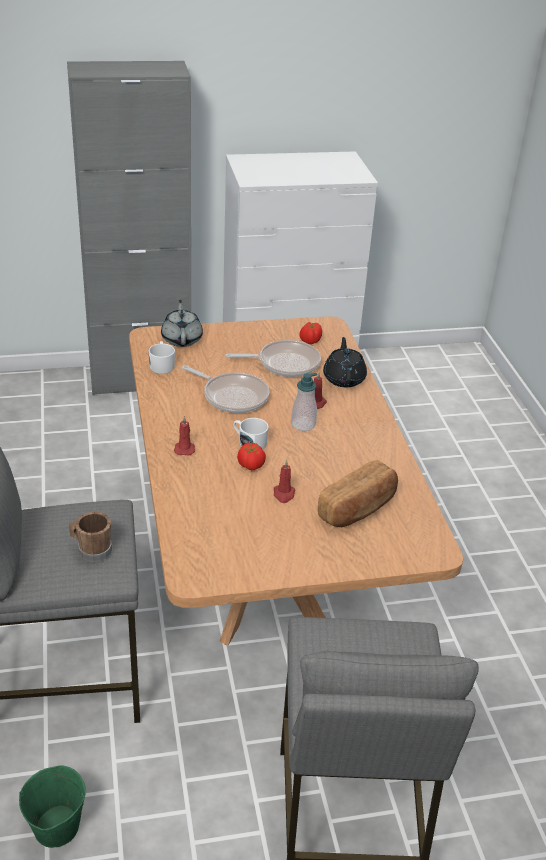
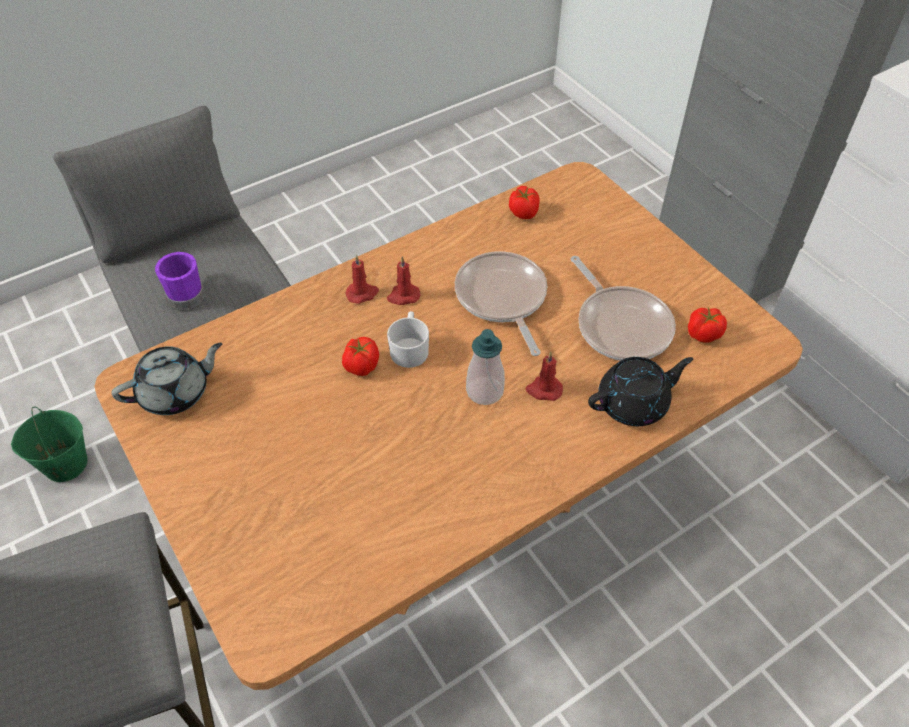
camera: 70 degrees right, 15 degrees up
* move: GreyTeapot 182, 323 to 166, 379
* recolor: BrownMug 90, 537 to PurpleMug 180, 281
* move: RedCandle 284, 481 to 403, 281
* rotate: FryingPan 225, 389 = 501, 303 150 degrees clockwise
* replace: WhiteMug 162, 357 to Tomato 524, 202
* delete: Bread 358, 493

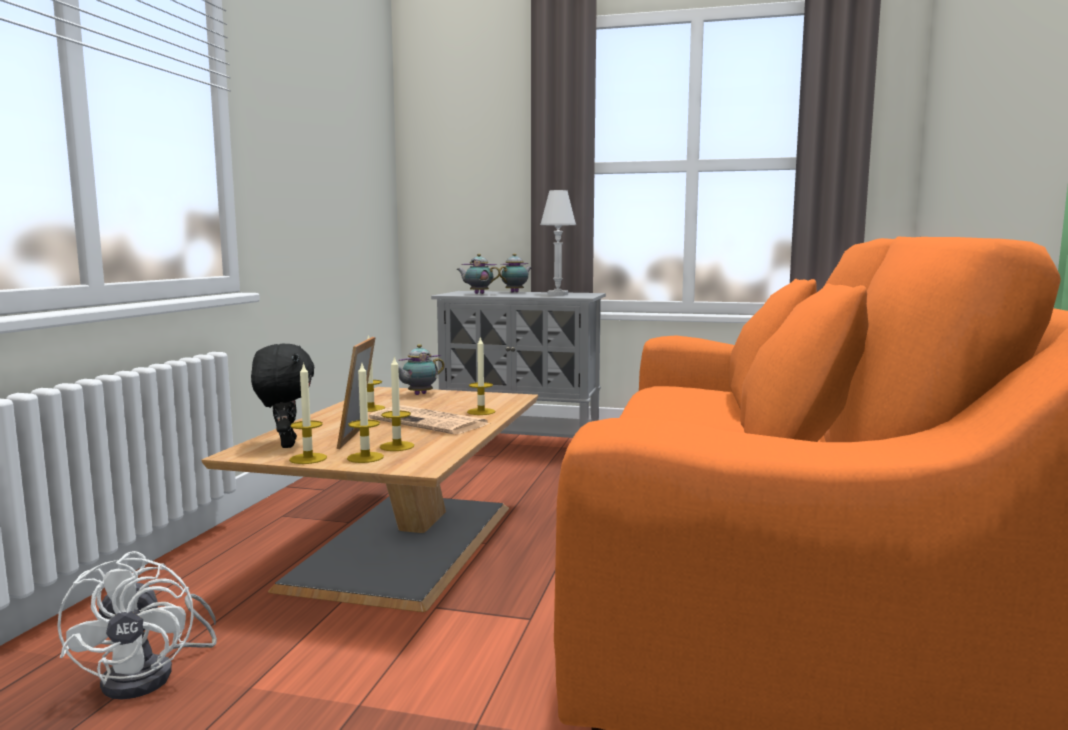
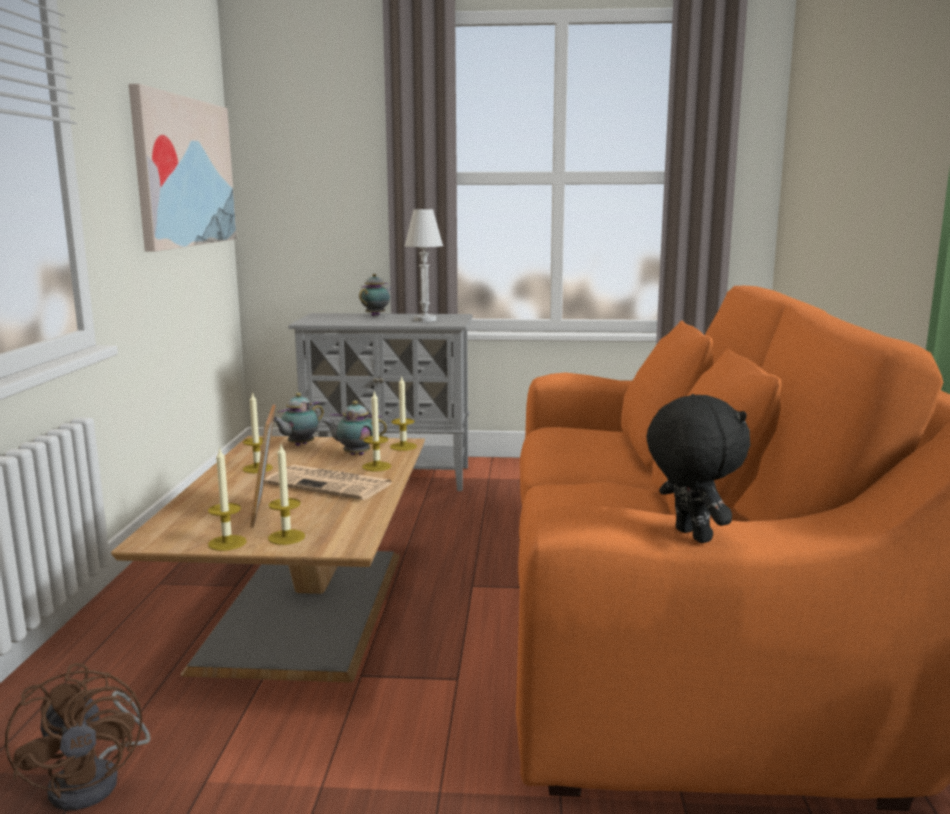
camera: 10 degrees left, 5 degrees up
* recolor: WhiteFan 137, 625 to BrownFan 78, 736
* insert: Picture 183, 168
* move: Teapot 478, 274 to 355, 428
* move: Candle 397, 403 to 403, 414
* move: BlackPlushToy 282, 396 to 698, 468

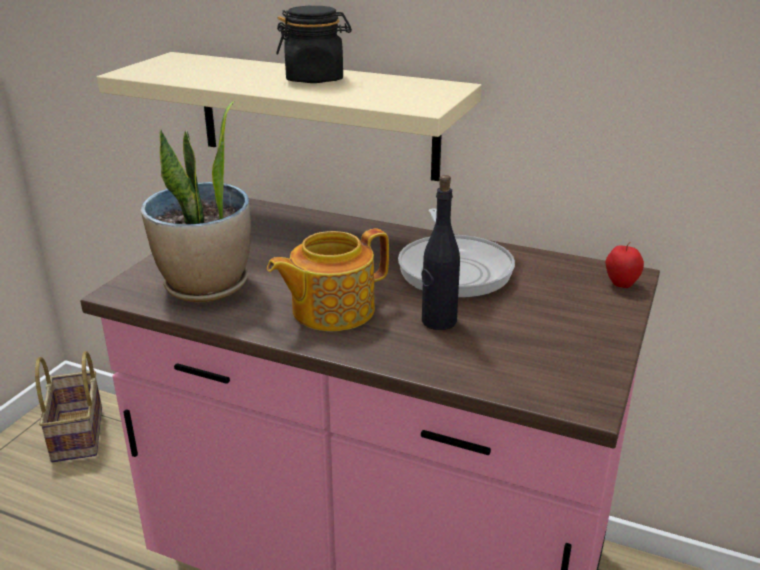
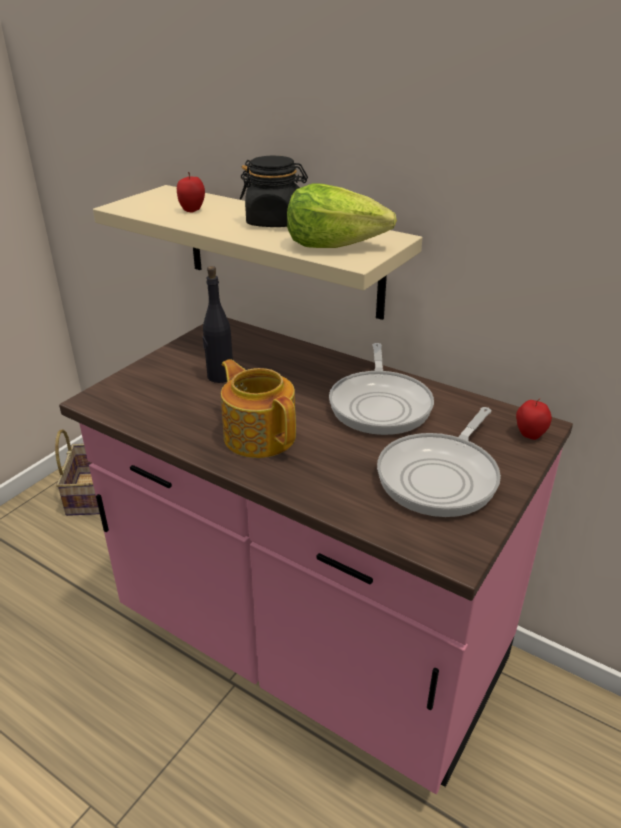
camera: 10 degrees right, 5 degrees up
* insert: Apple 191, 192
* move: BlackBottle 441, 252 to 217, 324
* rotate: Teapot 328, 280 = 258, 408 75 degrees clockwise
* insert: Lettuce 342, 215
* insert: FryingPan 439, 462
* delete: PottedPlant 196, 202

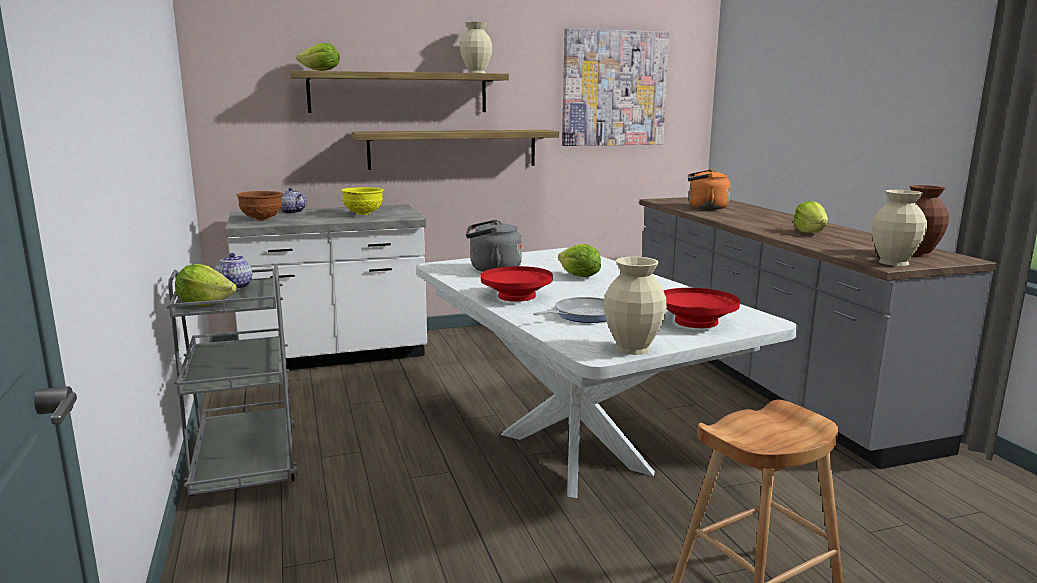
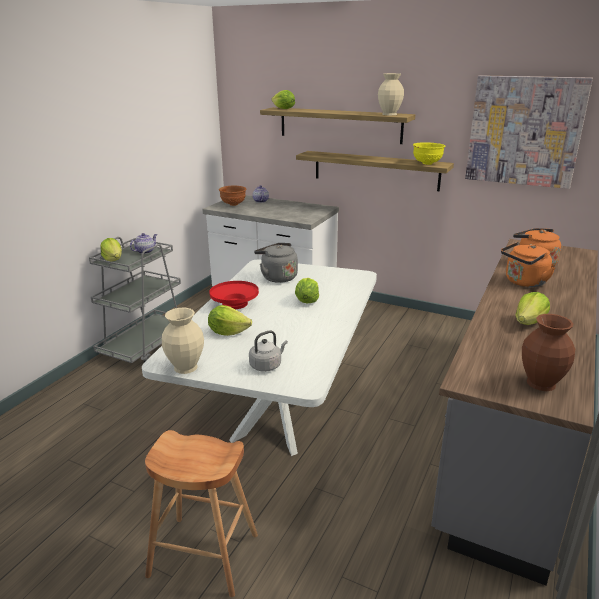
camera: 45 degrees right, 10 degrees up
* replace: FryingPan 569, 310 to Lettuce 230, 320
* replace: RedBowl 702, 308 to GreyKettle 268, 351
* move: YellowBowl 362, 201 to 429, 153
* insert: OrangeKettle 528, 264
* delete: BeigeVase 899, 228

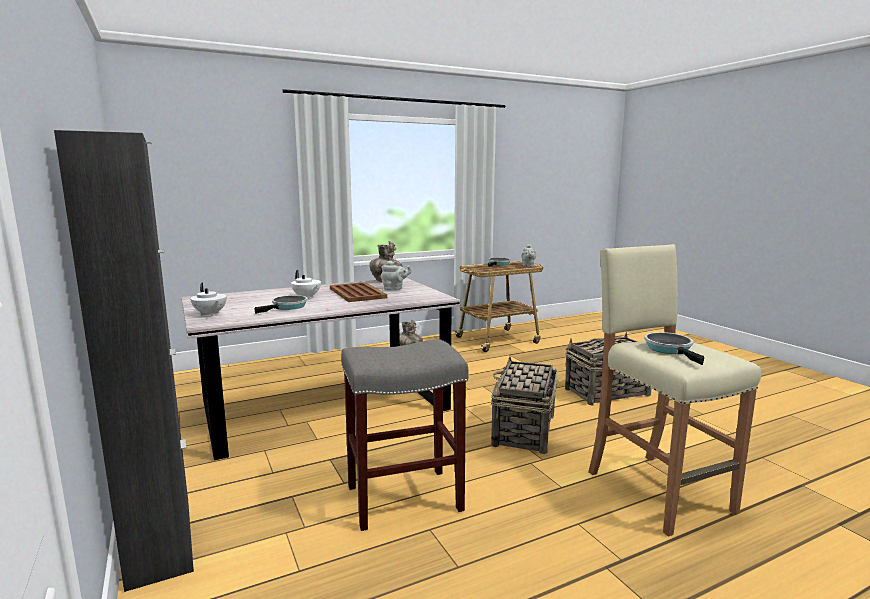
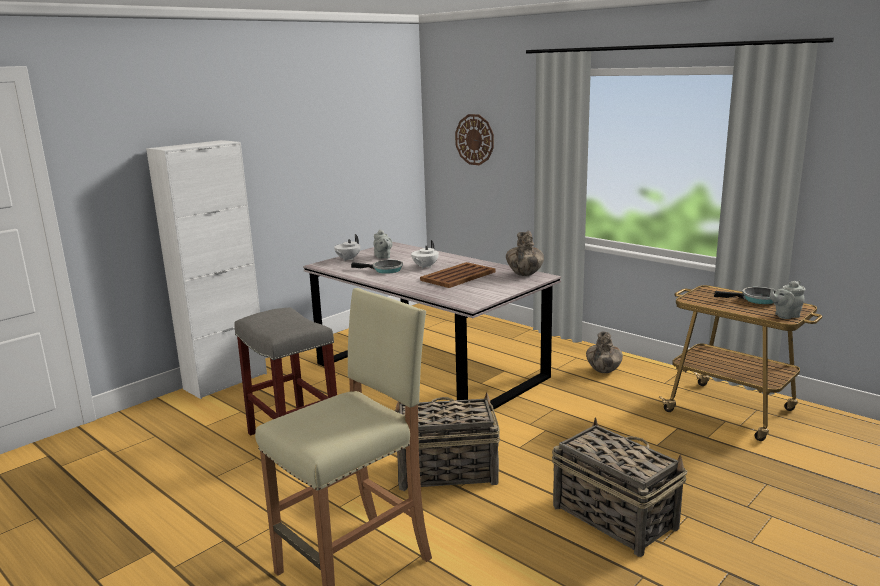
camera: 70 degrees right, 5 degrees up
* recolor: BlackCabinet 124, 361 to WhiteCabinet 206, 269
* move: GreyTeapot 396, 275 to 383, 244
* insert: WallClock 474, 139
* delete: FryingPan 674, 348

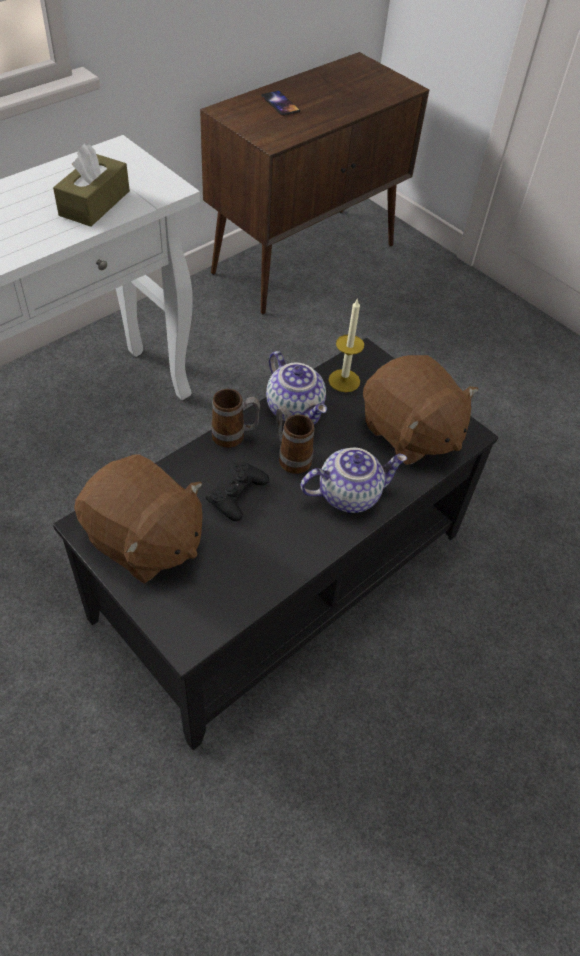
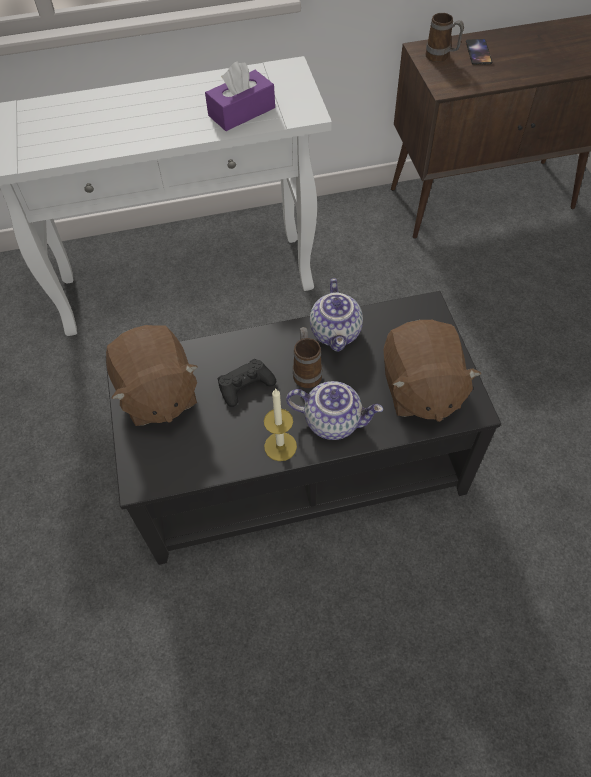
camera: 35 degrees right, 5 degrees up
* recolor: BrownTissueBox 91, 185 to PurpleTissueBox 240, 96
* move: Candle 346, 345 to 280, 424
* move: Mug 235, 418 to 445, 37

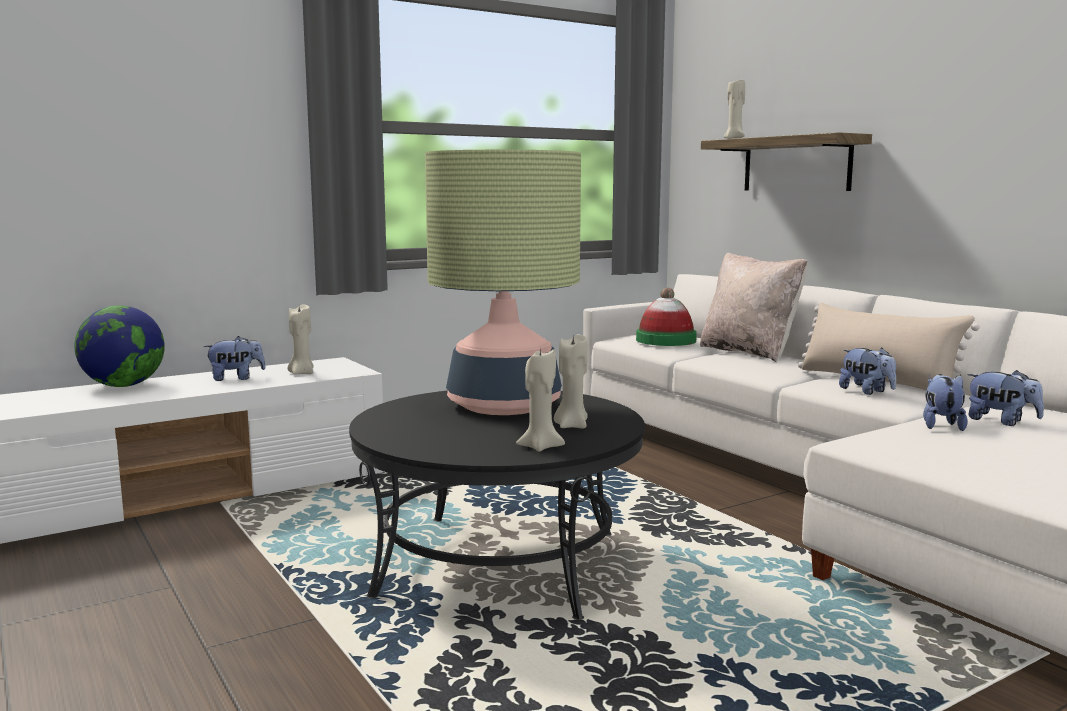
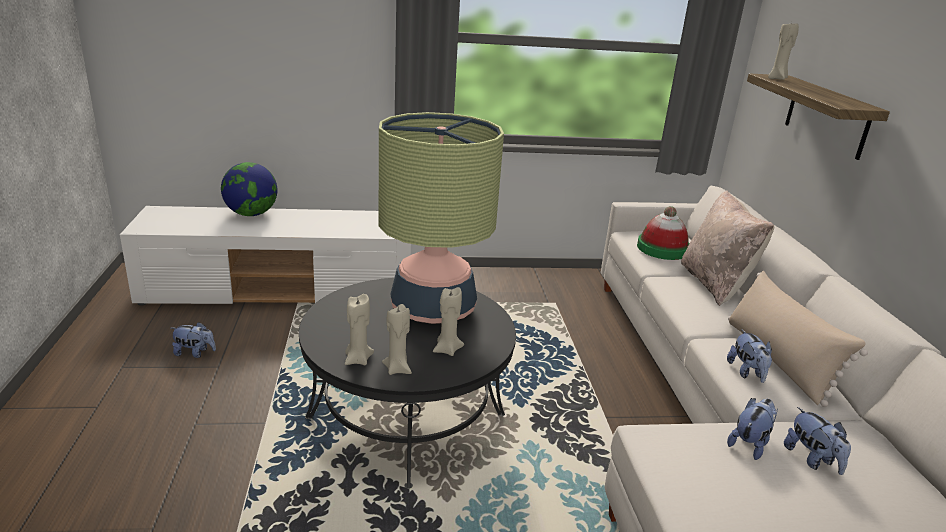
camera: 25 degrees right, 15 degrees up
* move: PlushToy 235, 358 to 193, 340
* move: BeigeCandle 300, 340 to 359, 329

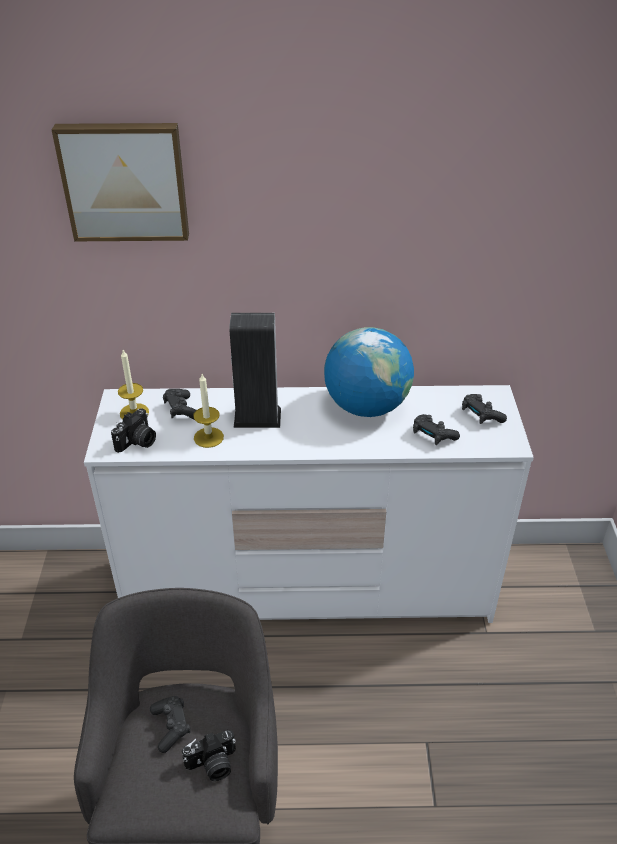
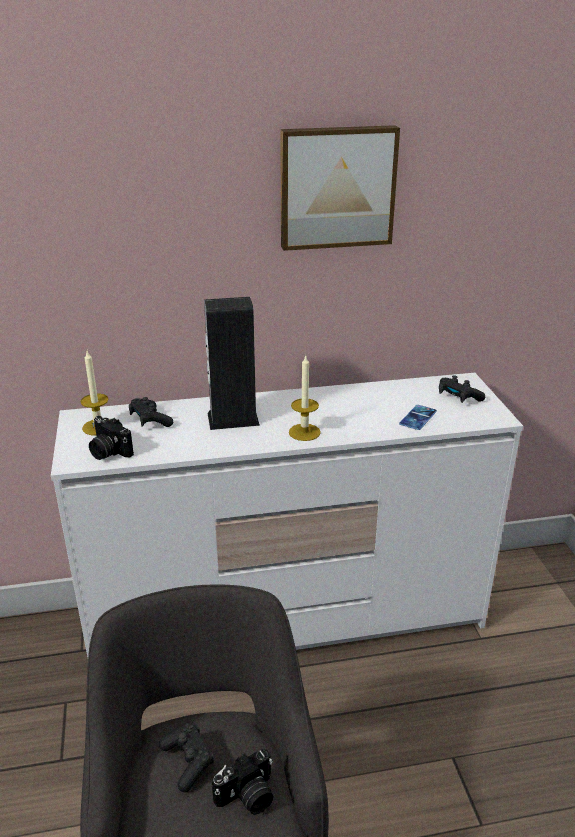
camera: 10 degrees left, 10 degrees down
* rotate: PhotoCamera 133, 430 = 111, 438 105 degrees clockwise
* move: Picture 120, 182 to 340, 188
* move: Candle 208, 411 to 305, 397
* replace: BlackGameController 436, 429 to Phone 418, 417
* delete: Globe 369, 372

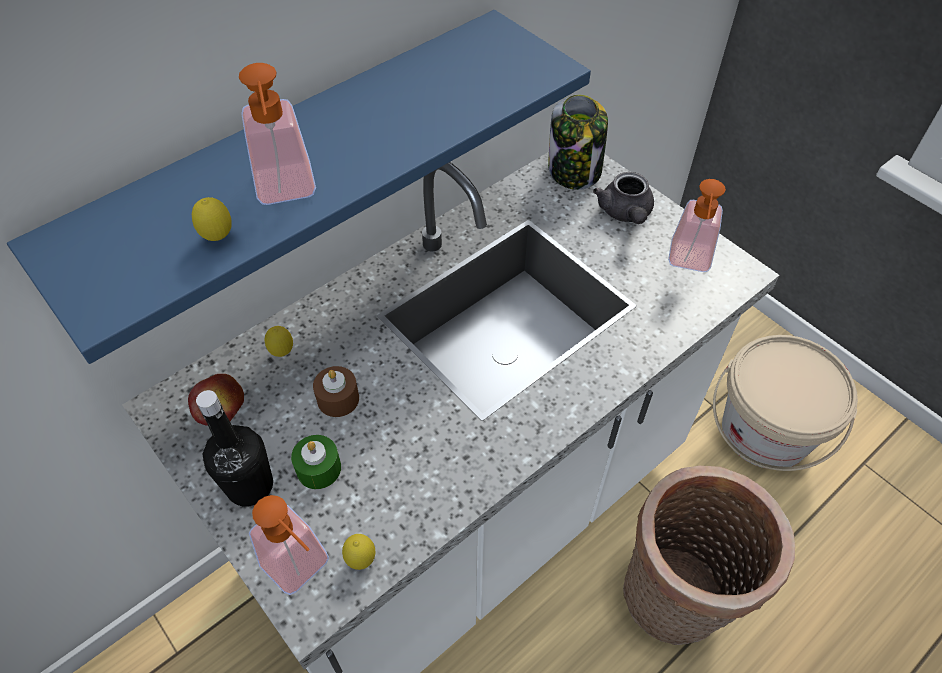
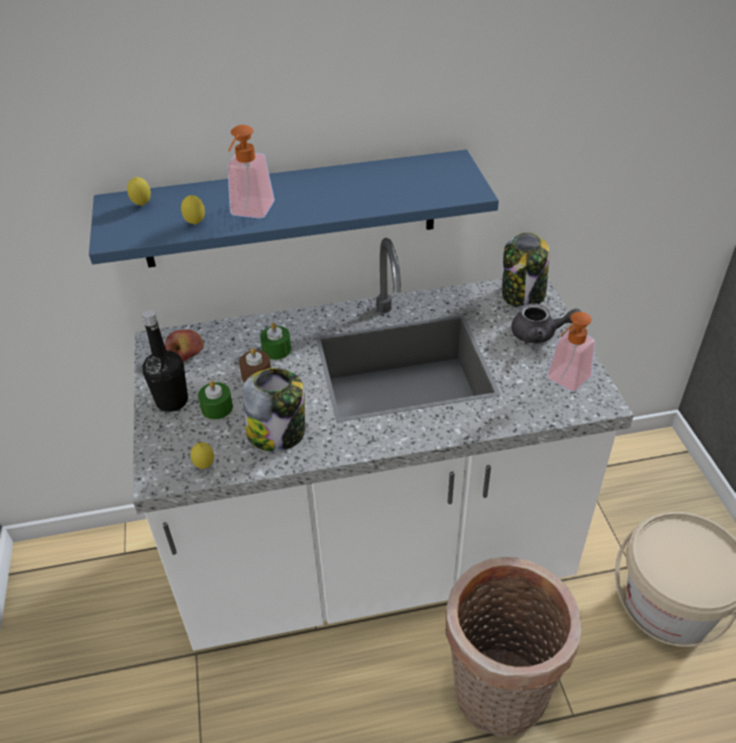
camera: 30 degrees right, 10 degrees down
* move: Lemon 279, 341 to 139, 191
* insert: Jar 274, 409
* insert: GreenCandle 275, 341
* rotate: GreyTeapot 623, 198 = 546, 323 105 degrees counterclockwise
* delete: SoapDispenser 289, 545

